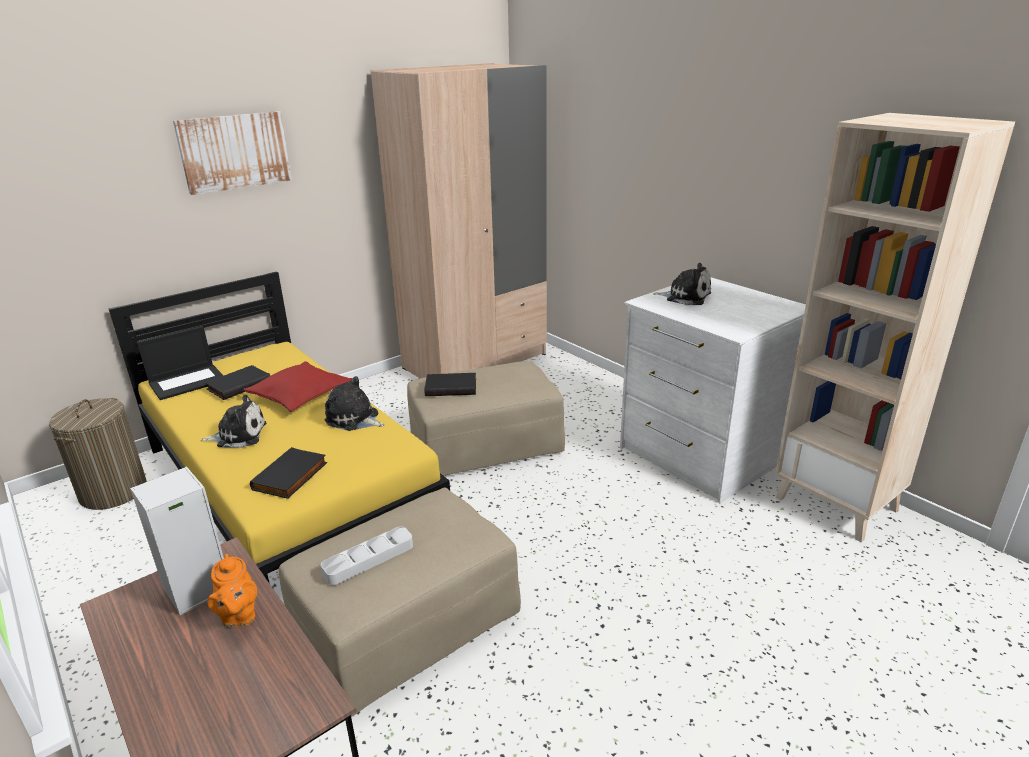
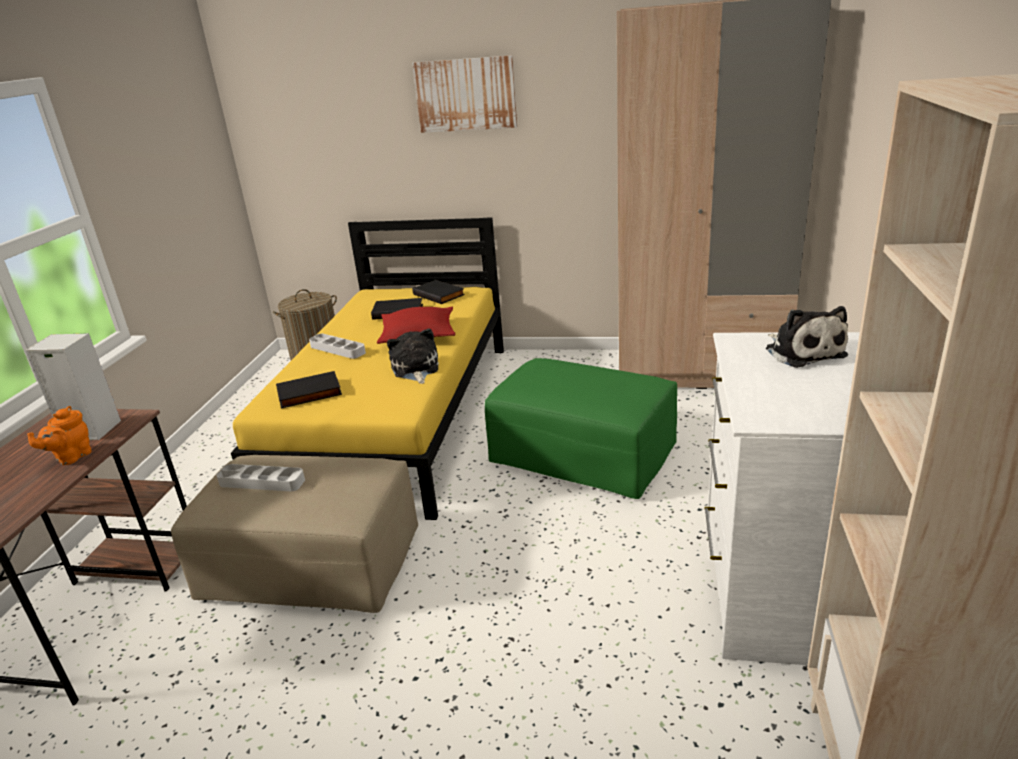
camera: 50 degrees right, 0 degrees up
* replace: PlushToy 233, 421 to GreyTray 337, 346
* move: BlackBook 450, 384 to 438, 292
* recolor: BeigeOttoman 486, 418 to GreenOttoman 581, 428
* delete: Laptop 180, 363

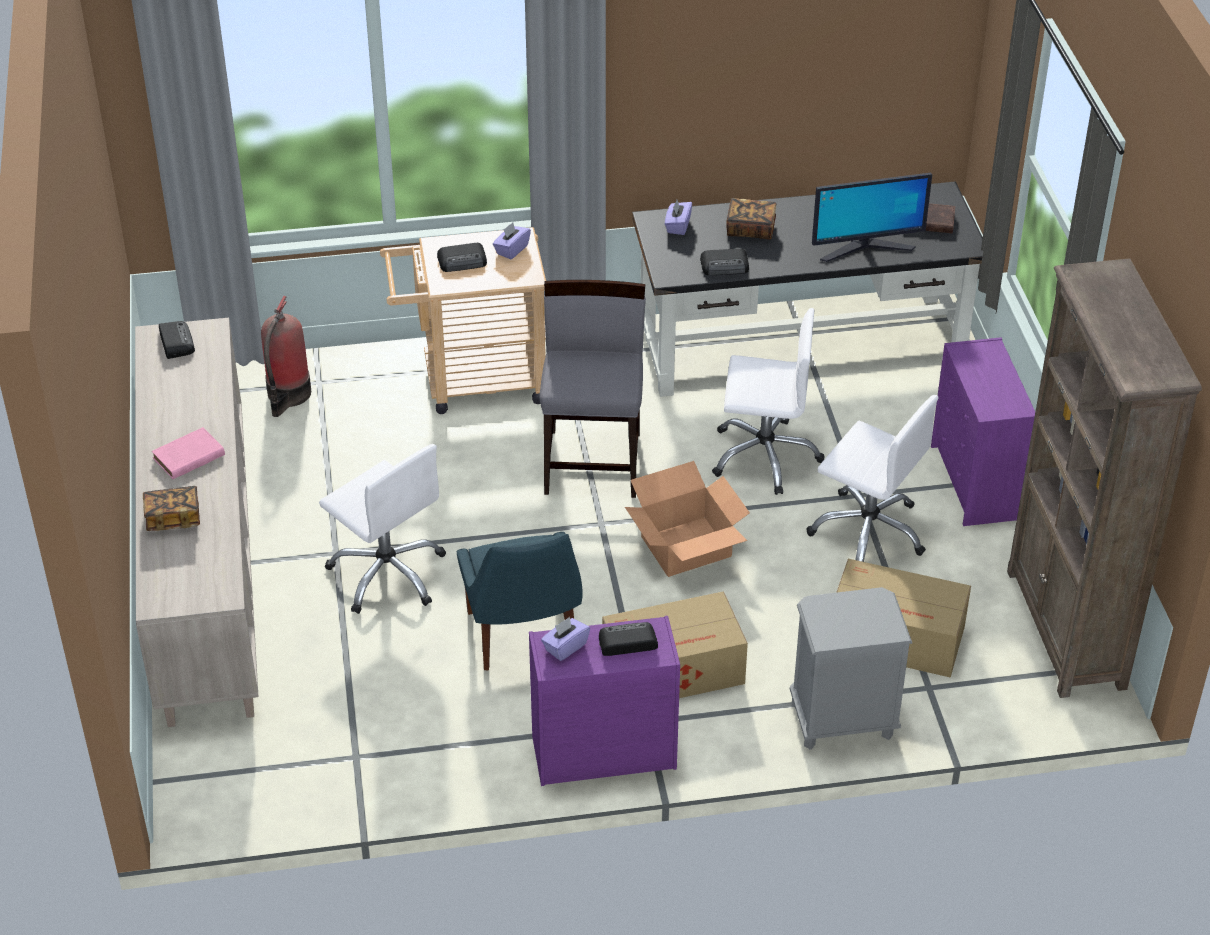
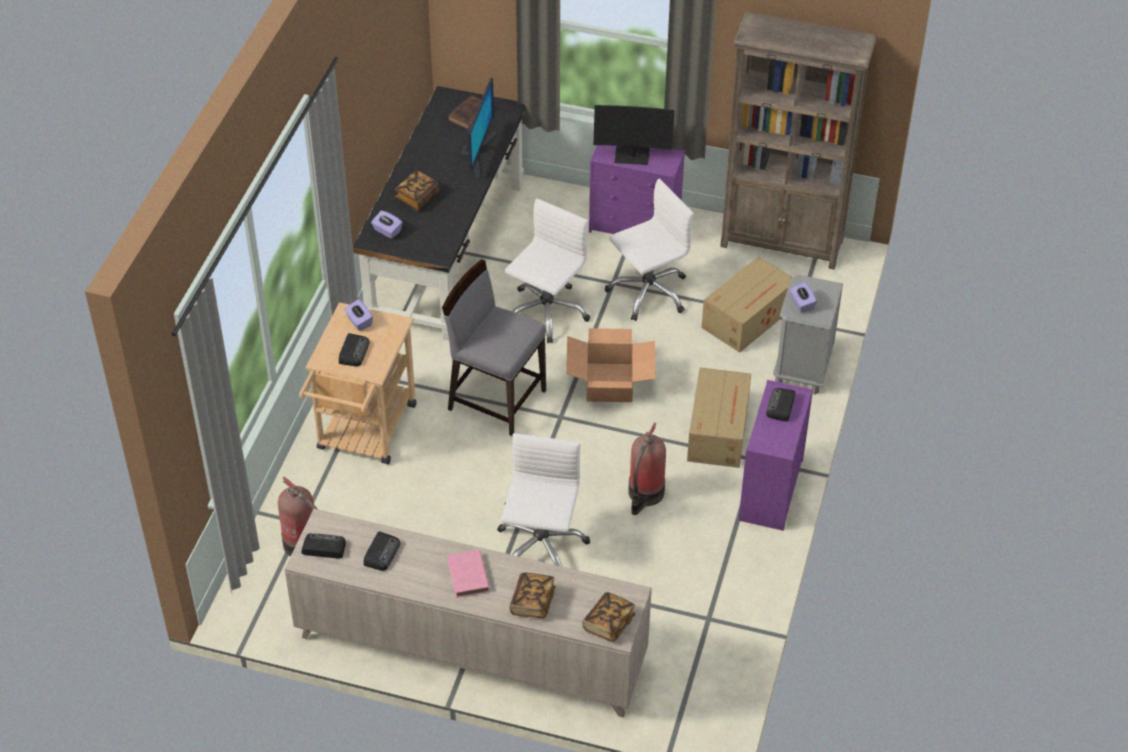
camera: 65 degrees left, 5 degrees up
* move: Radio 724, 262 to 382, 551
* rotate: WhiteOfficeChair 382, 529 = 543, 500 60 degrees counterclockwise
* insert: Book 608, 617
* insert: Monitor 634, 135
* replace: BlueChair 520, 601 to FireExtinguisher 647, 468
* move: PurpleTissueBox 565, 639 to 803, 297

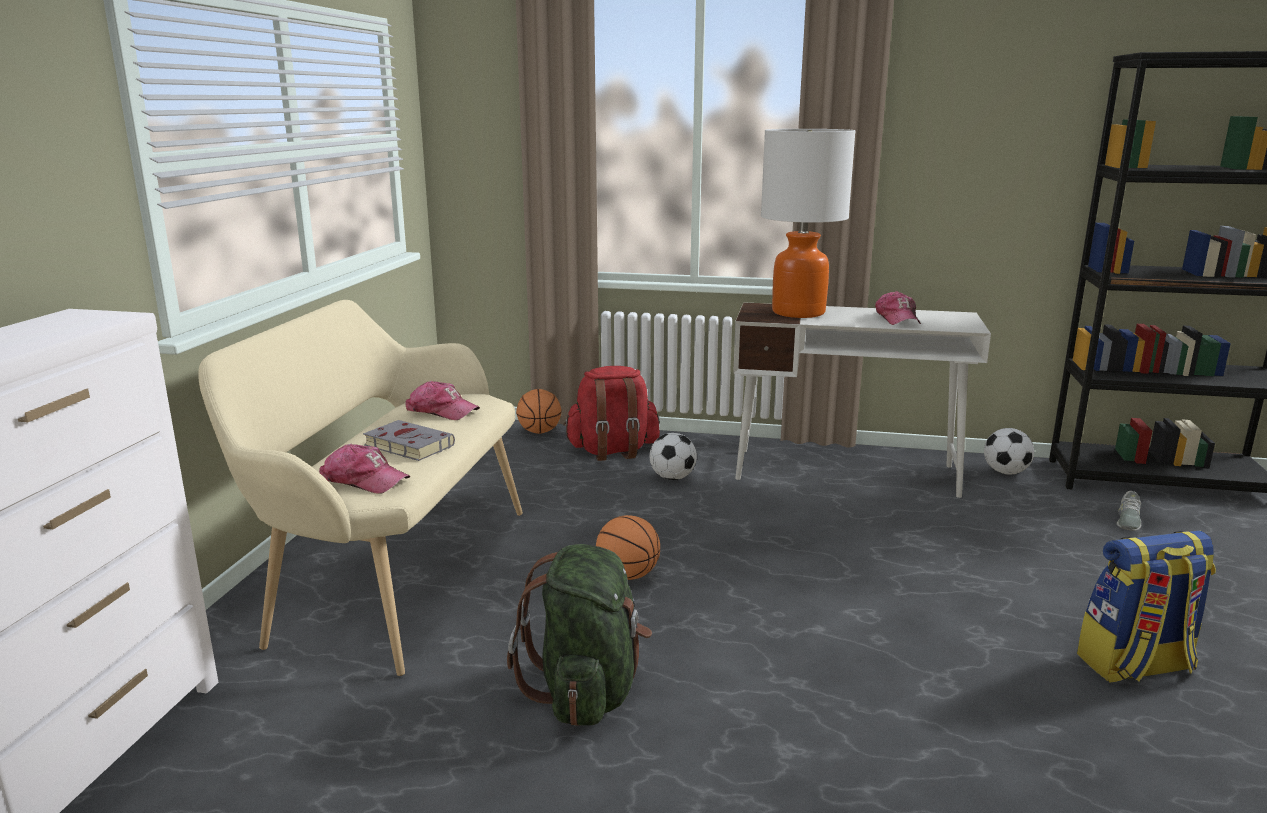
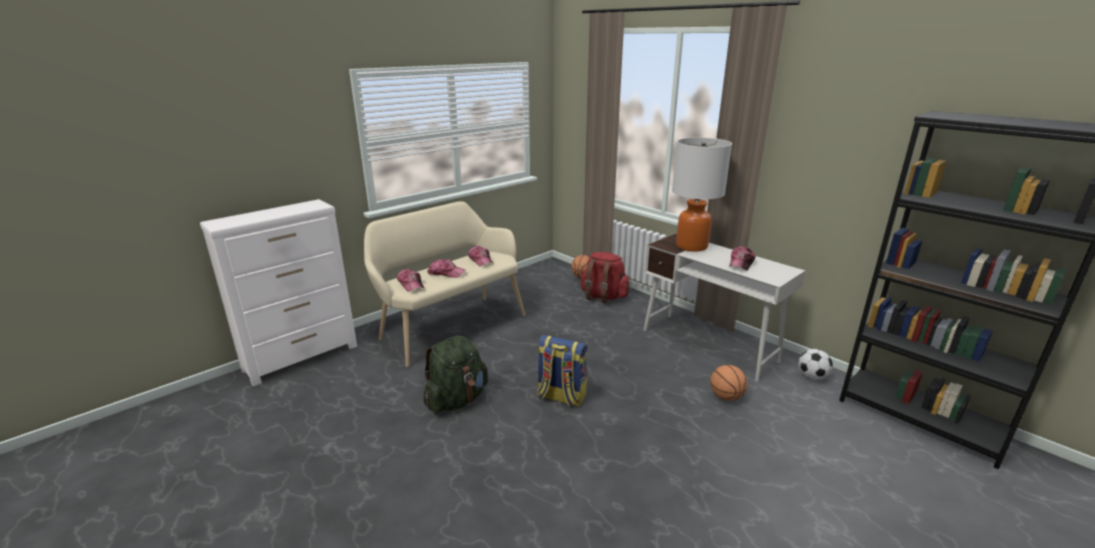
camera: 35 degrees right, 5 degrees up
* replace: GreyBook 409, 440 to Cap 446, 268
* move: Backpack 1146, 606 to 562, 371
* move: Basketball 628, 547 to 729, 383
* delete: Football 673, 456
* delete: GreyShoe 1129, 511

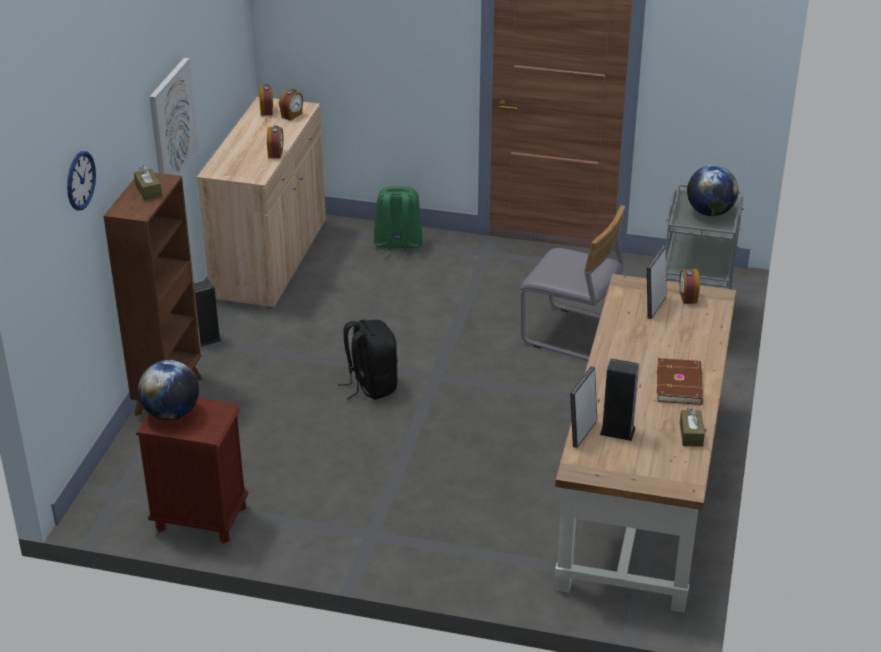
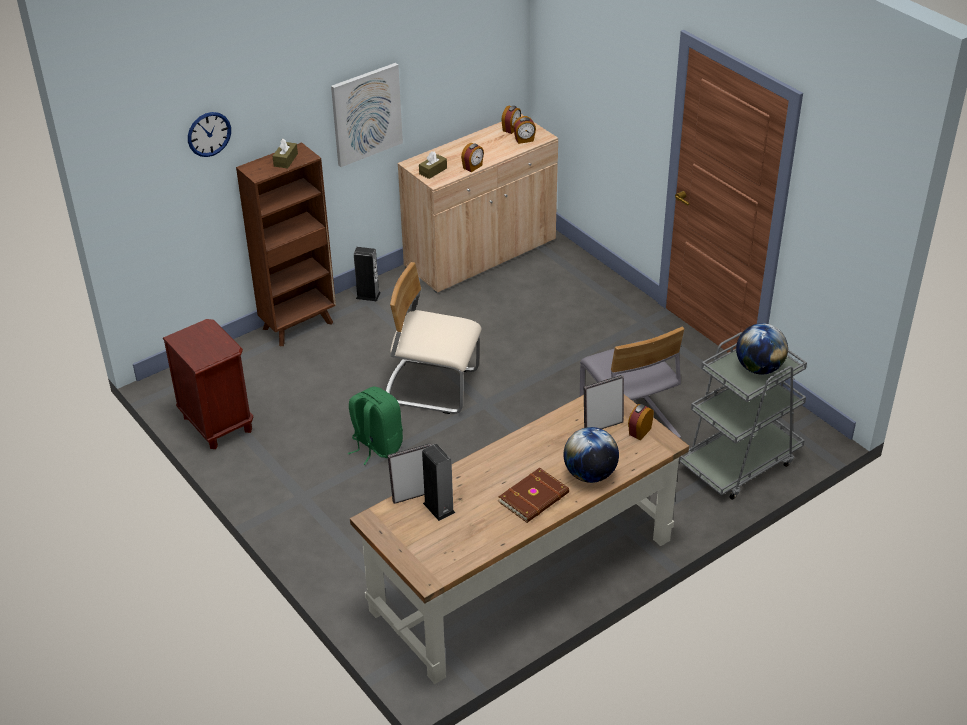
camera: 40 degrees right, 5 degrees up
* move: GreenBackpack 398, 222 to 375, 425
* replace: BlackBackpack 368, 360 to BeigeChair 433, 338
* move: BrownTissueBox 692, 427 to 433, 165
* move: Globe 168, 390 to 591, 455

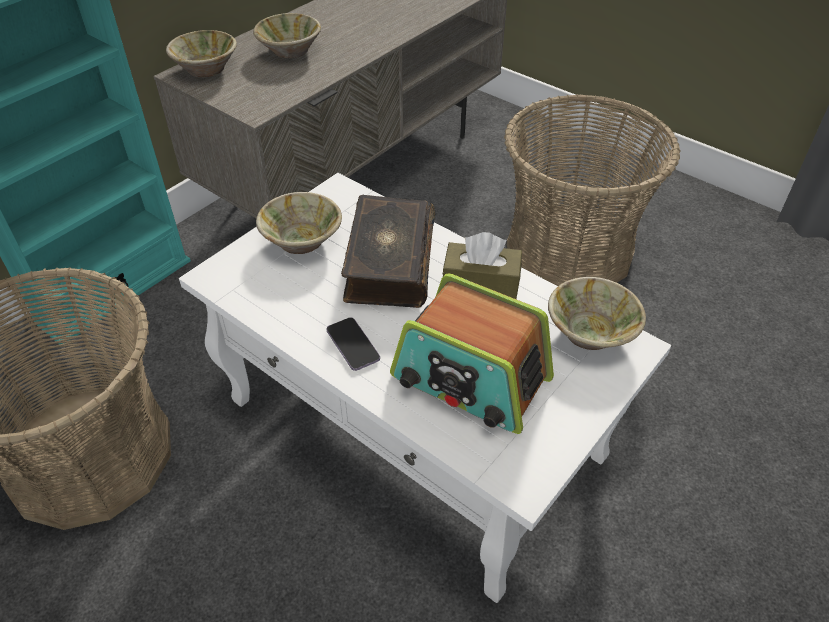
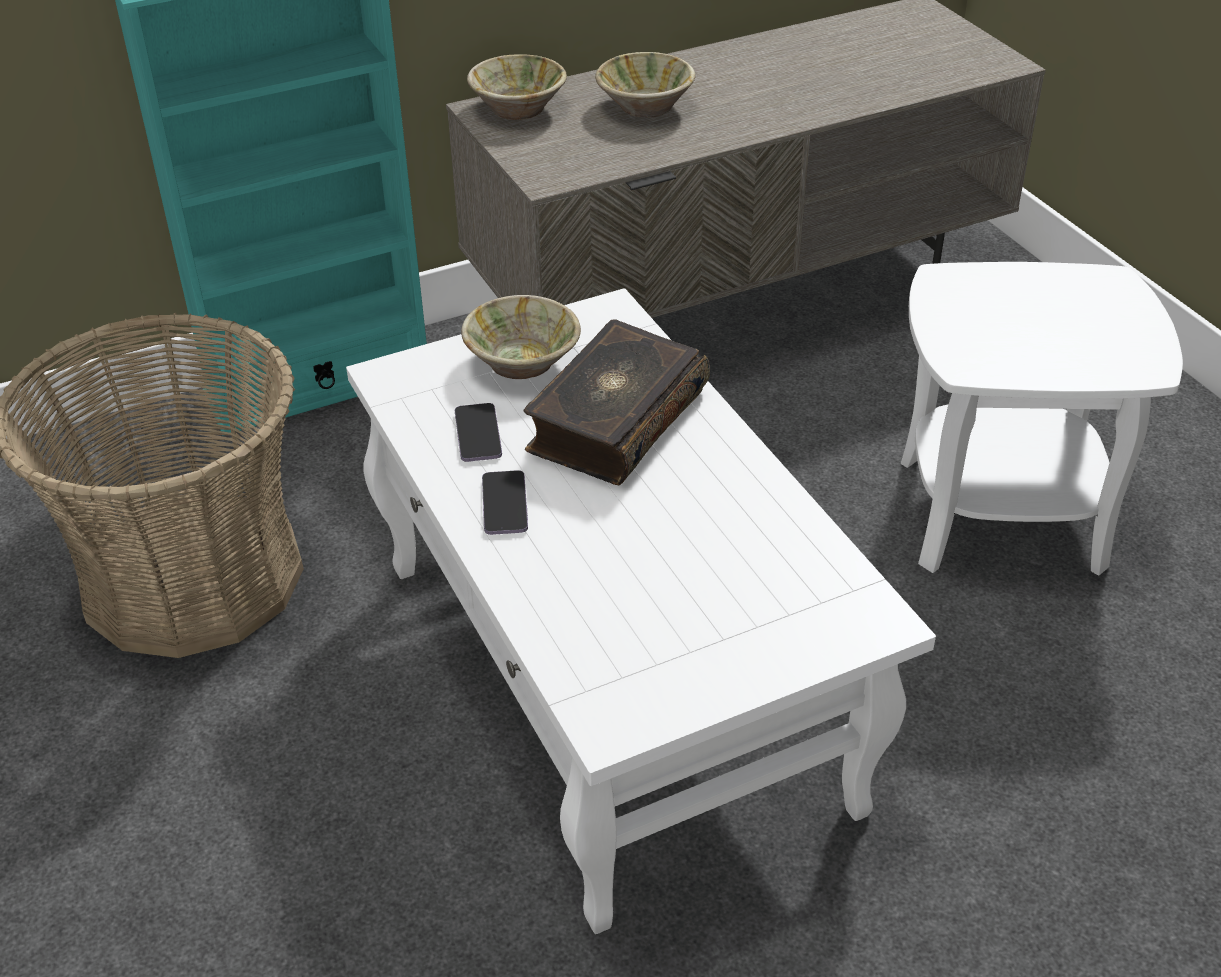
camera: 25 degrees right, 5 degrees down
* insert: Phone 478, 432
* replace: Basket 592, 190 to WhiteSideTable 1042, 419
* delete: Radio 472, 353
* delete: BrownTissueBox 482, 265
* delete: BeigeBowl 597, 313

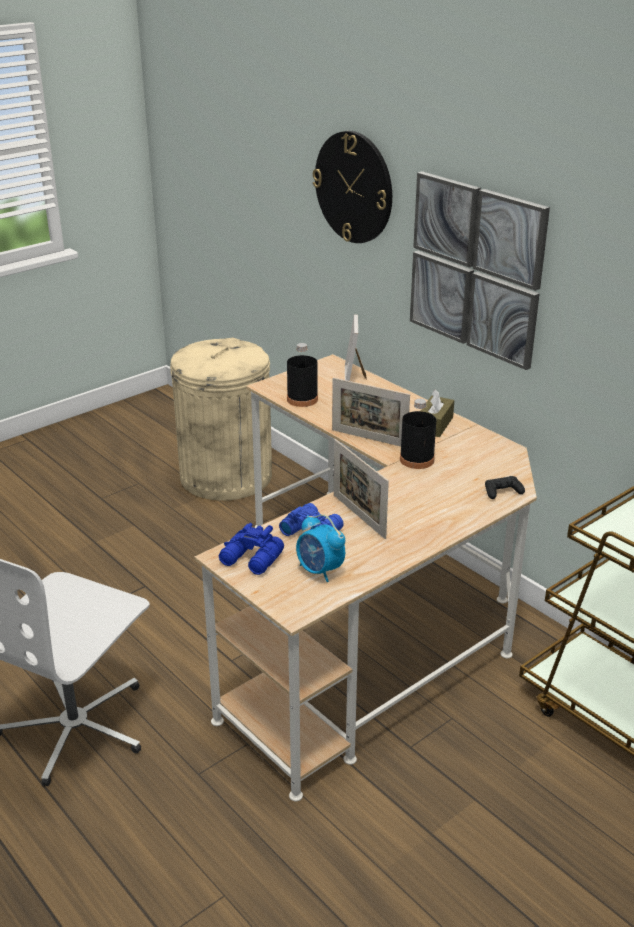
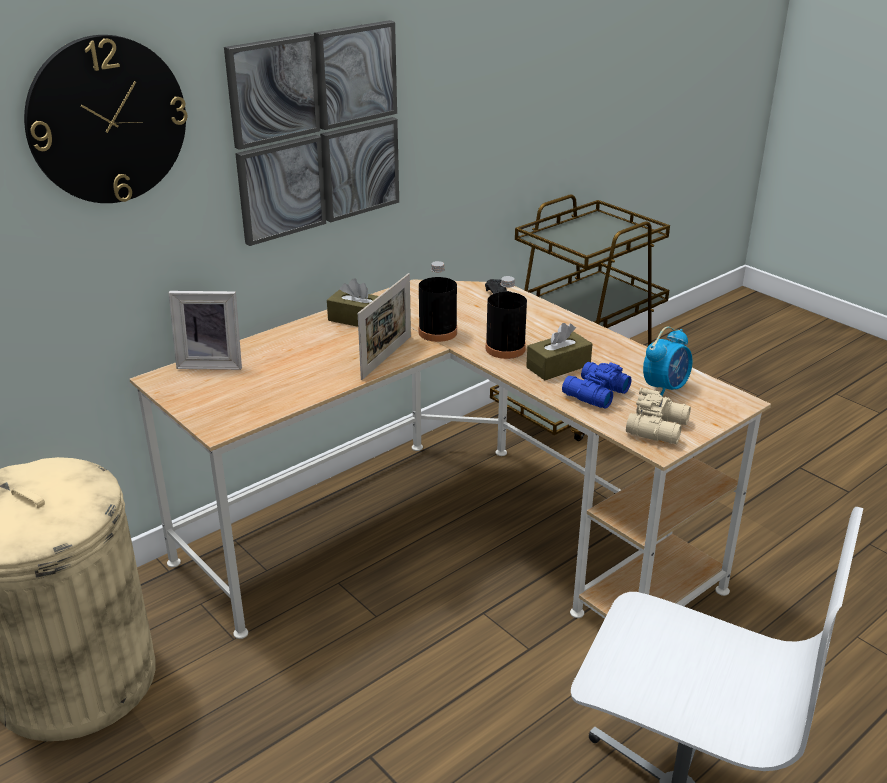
camera: 90 degrees left, 0 degrees up
* move: BlackBottle 302, 375 to 506, 317
* replace: PictureFrame 361, 489 to BrownTissueBox 559, 351
* recolor: BlueBinoculars 251, 549 to BeigeBinoculars 658, 416

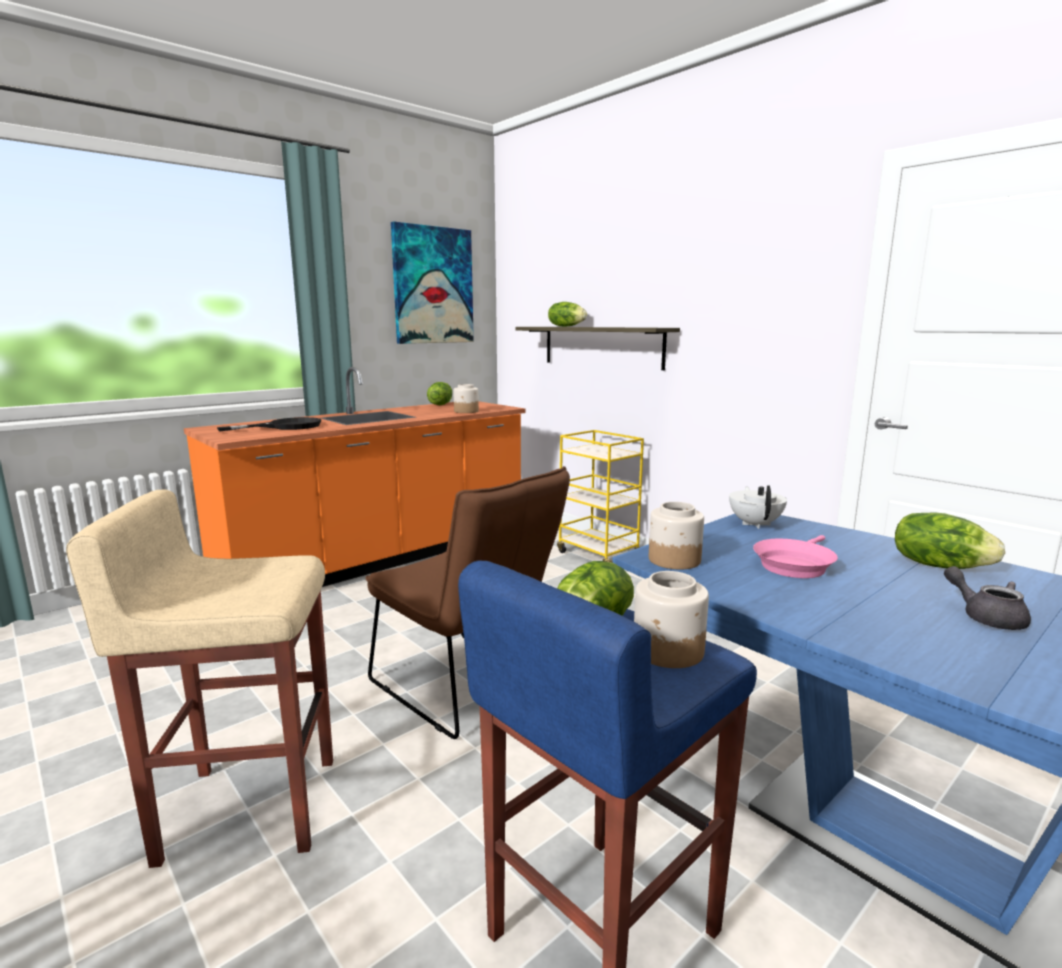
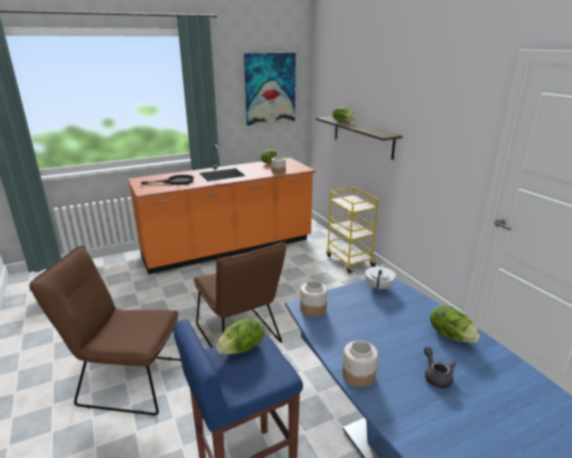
camera: 15 degrees right, 10 degrees up
* replace: BeigeStool 199, 679 to BrownChair 105, 330
* move: Jar 671, 619 to 360, 363
* delete: PinkFryingPan 795, 556

